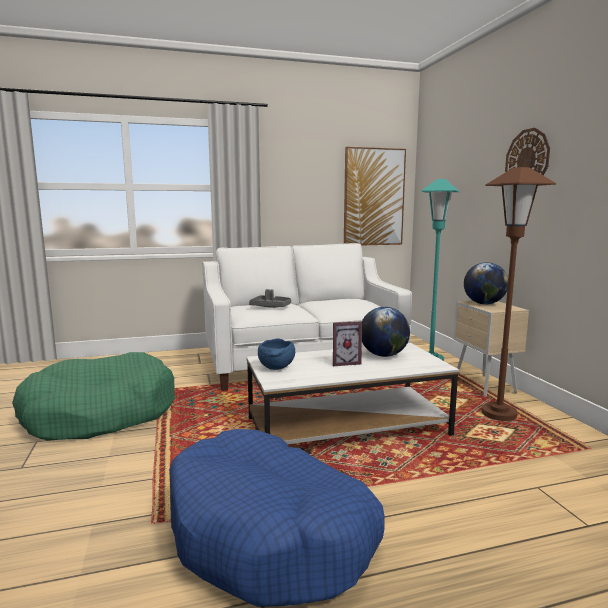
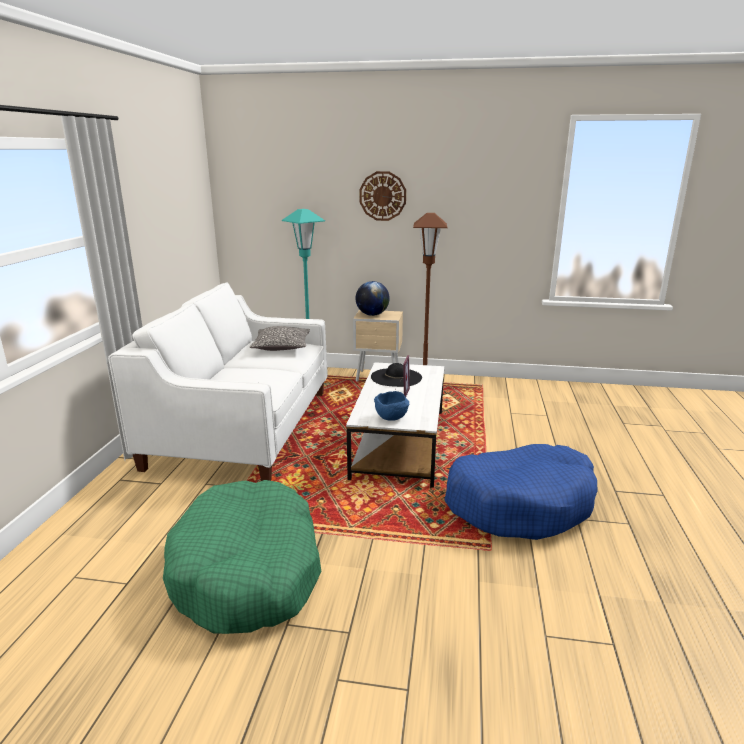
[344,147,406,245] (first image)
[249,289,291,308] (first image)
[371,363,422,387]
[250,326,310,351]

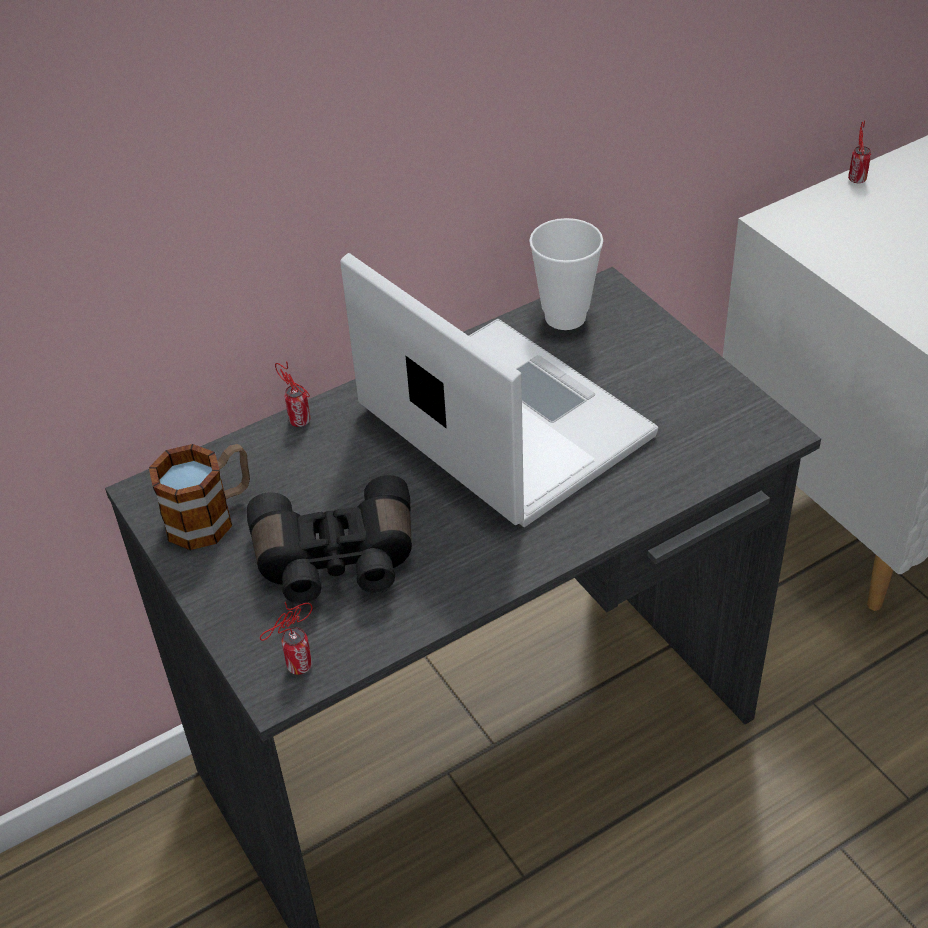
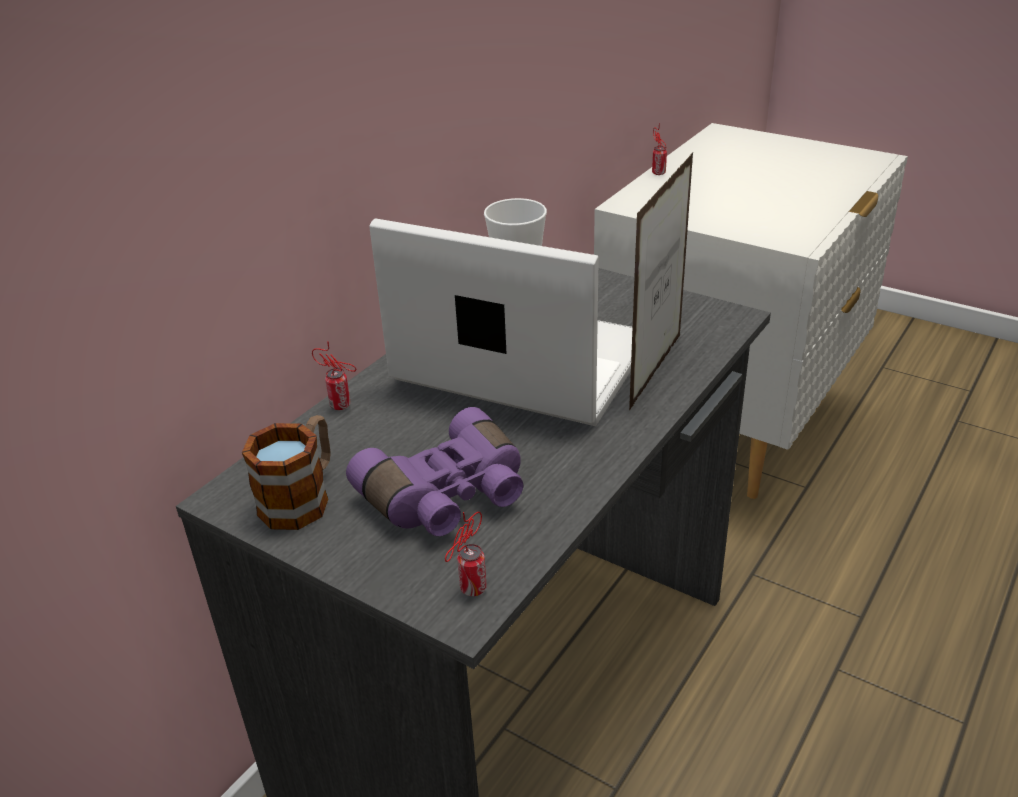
[346,407,523,536]
[629,153,693,411]

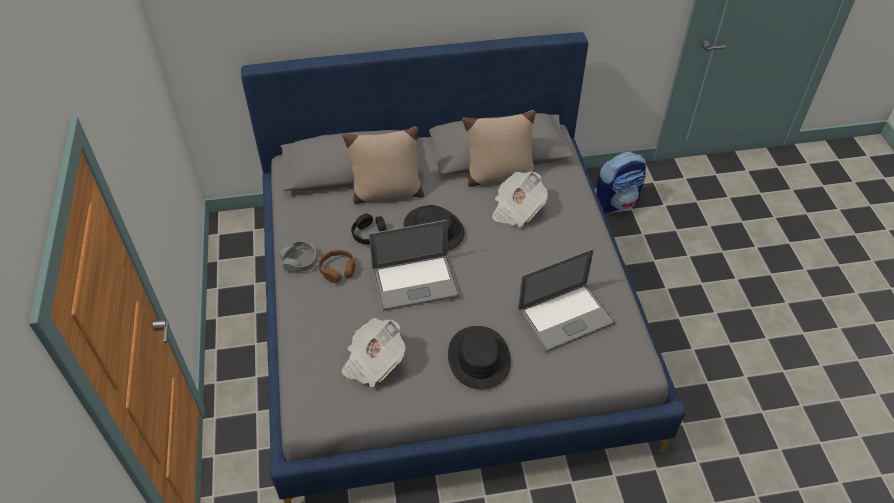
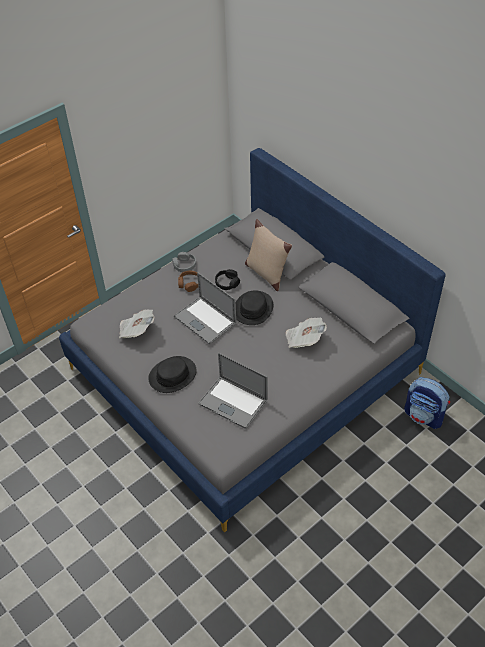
[462,110,535,187] (first image)

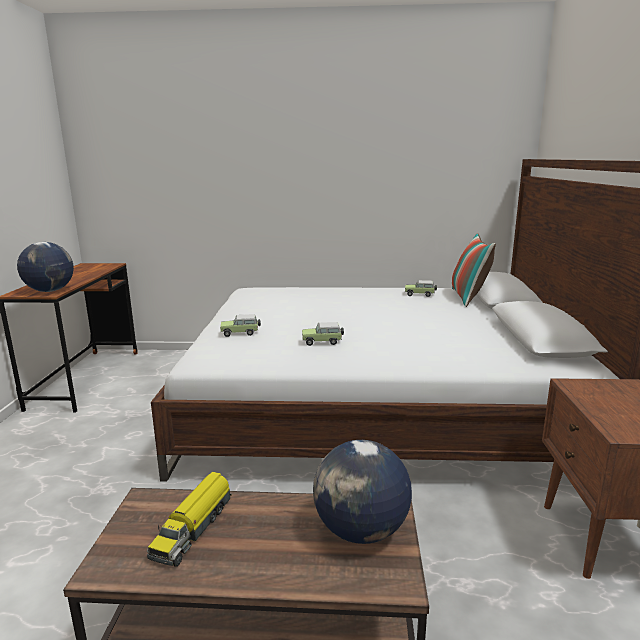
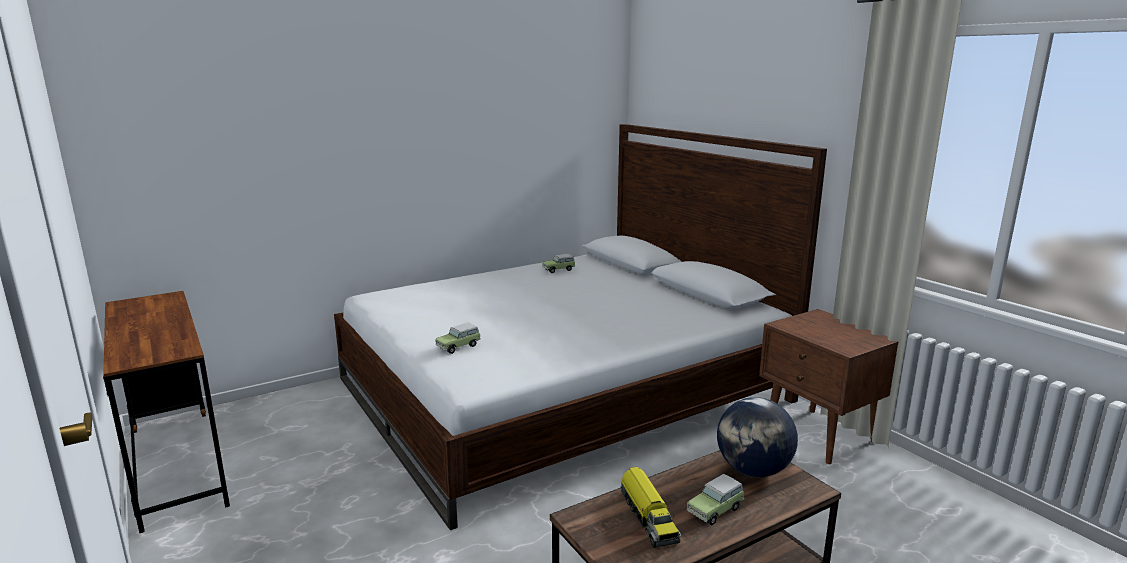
[452,233,496,307] (first image)
[17,242,74,292] (first image)
[687,474,745,526]

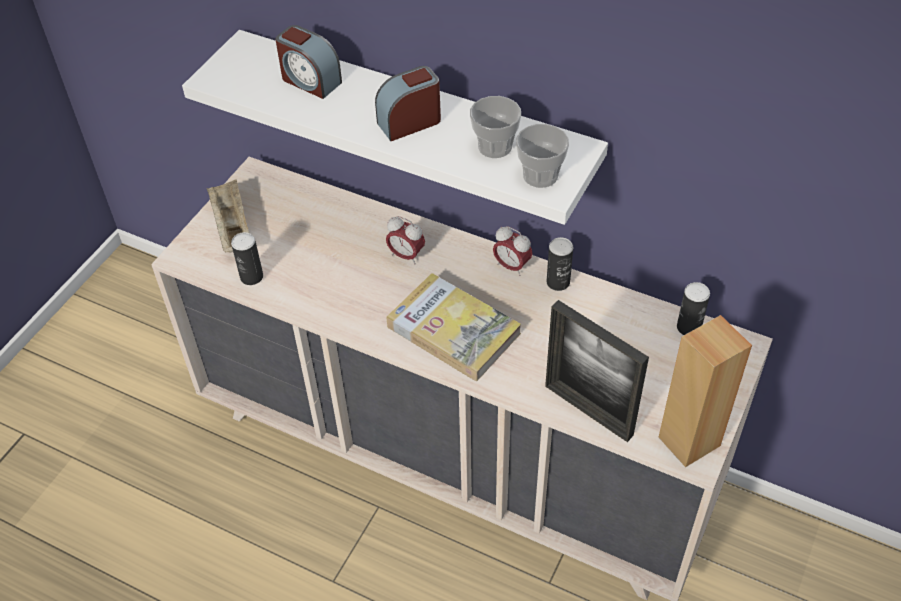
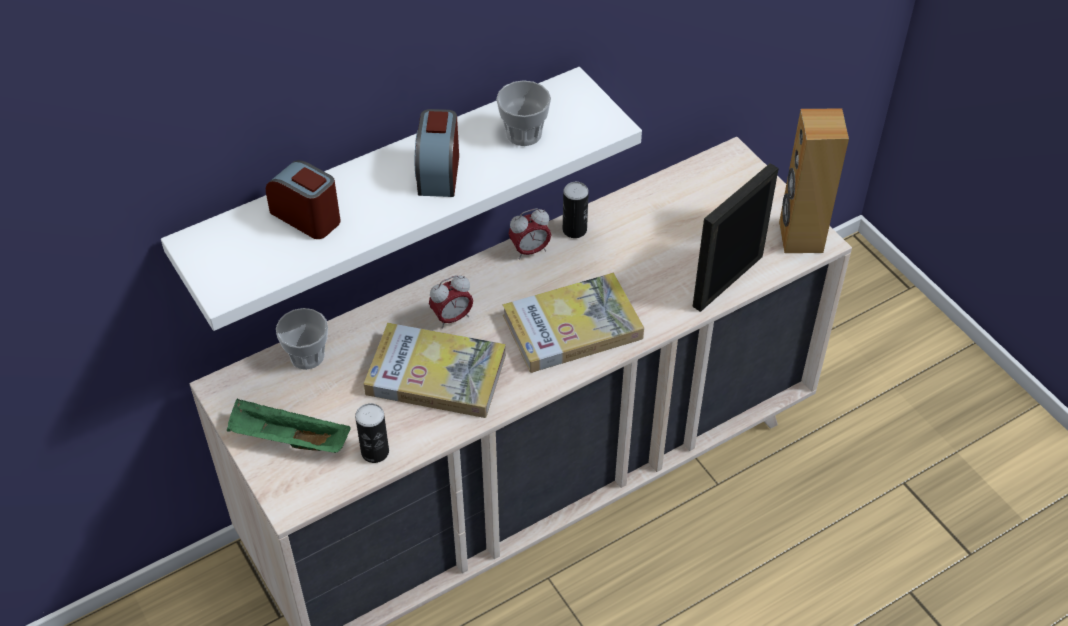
[266,160,341,239]
[276,308,328,370]
[227,399,351,453]
[677,282,710,335] (first image)
[692,163,779,312]
[364,323,506,418]

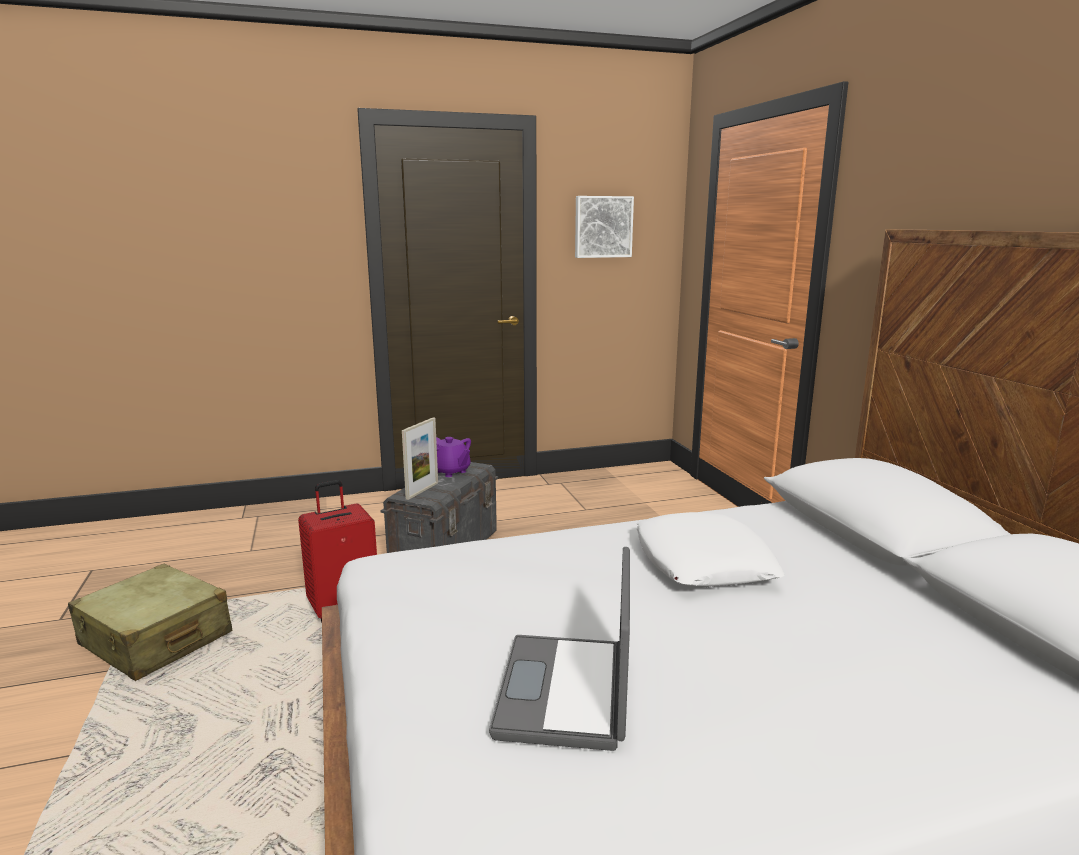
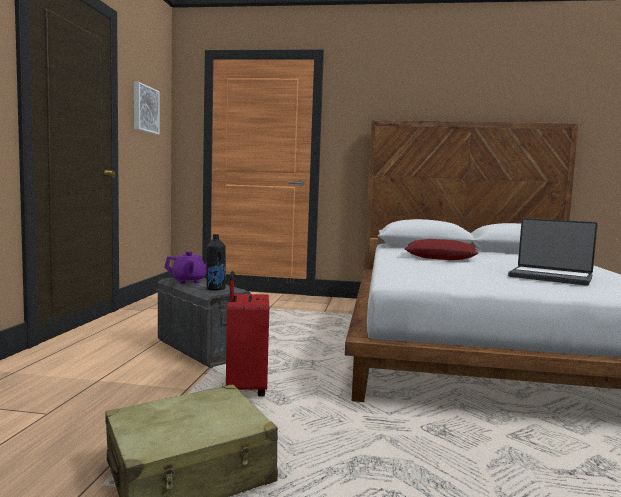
[206,234,226,291]
[405,239,478,260]

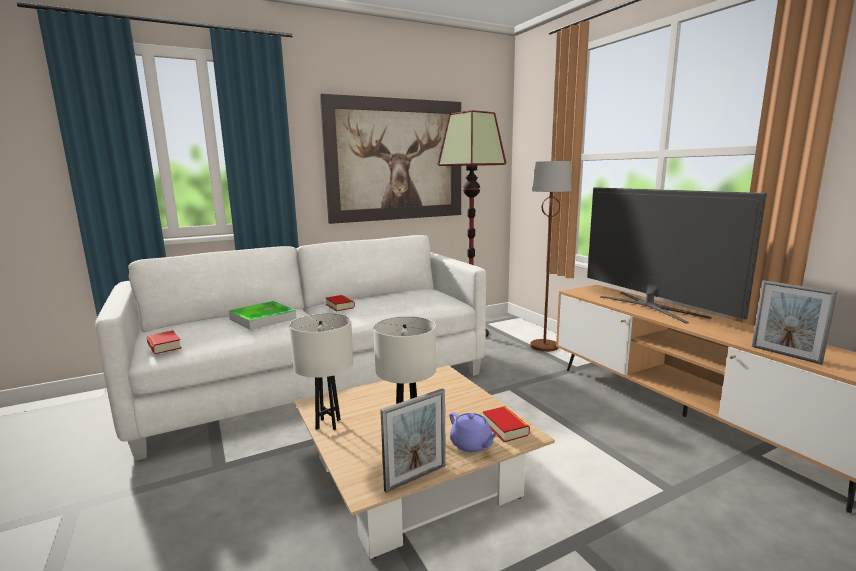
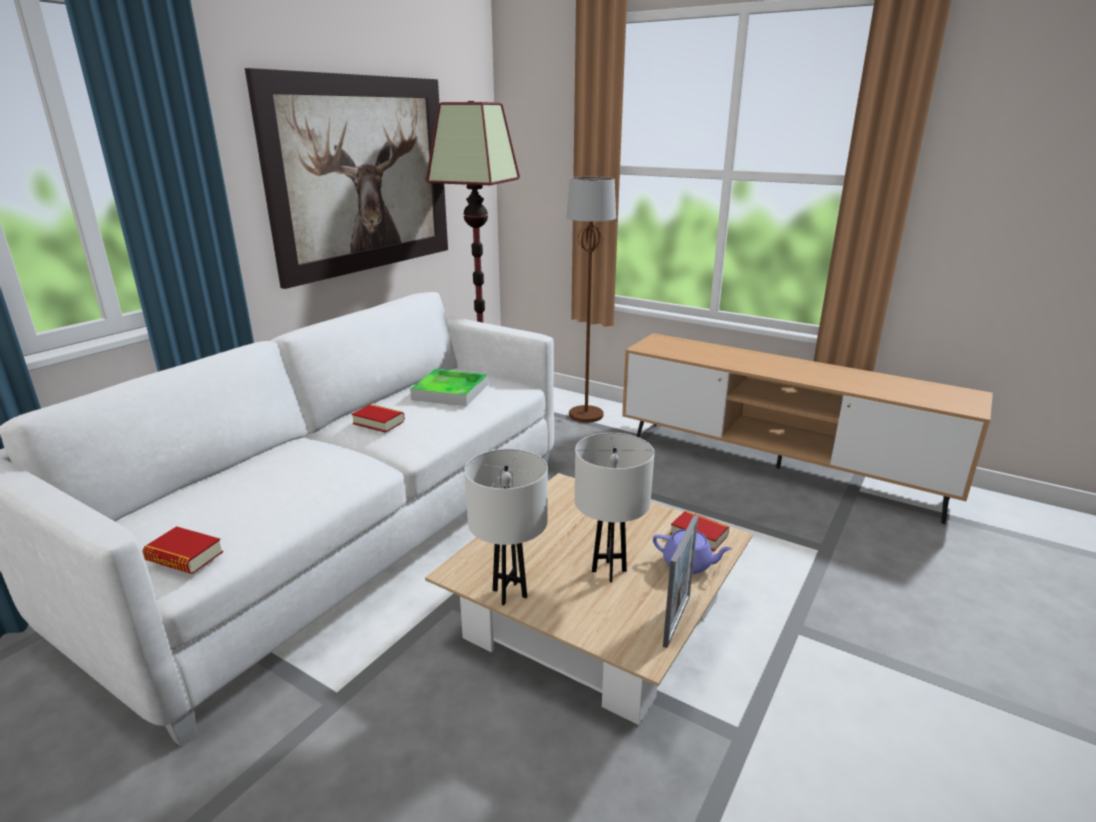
[587,187,767,324] (first image)
[752,280,837,365] (first image)
[410,369,488,406]

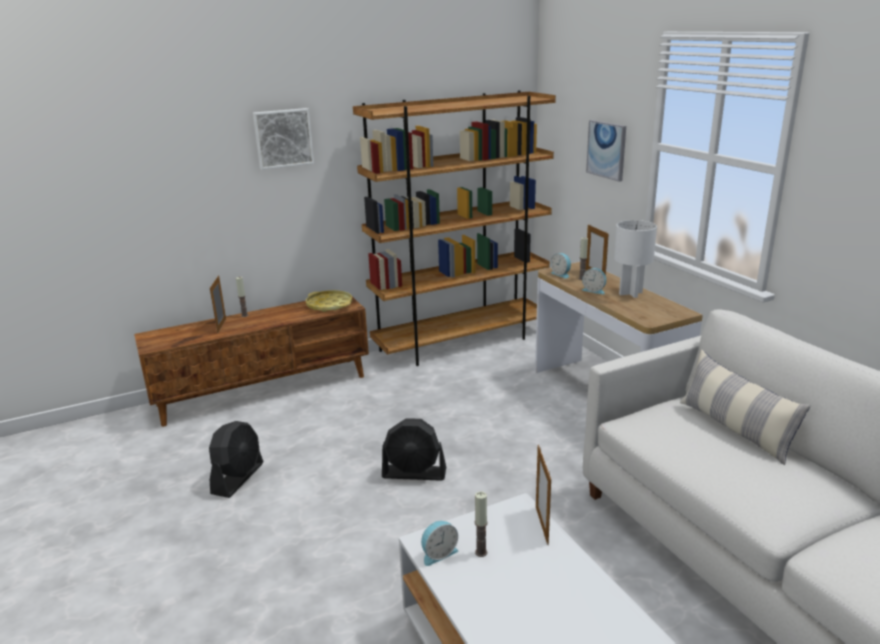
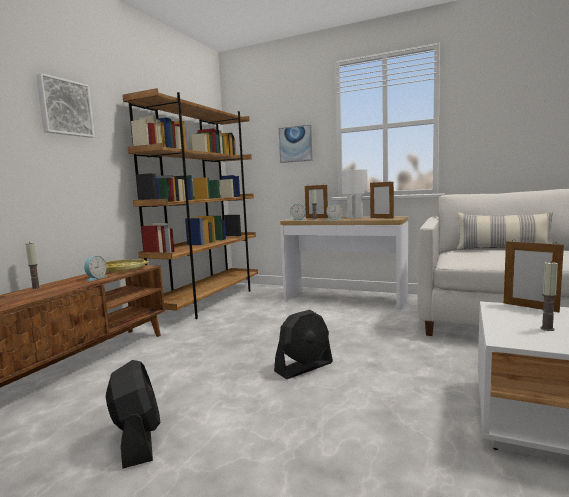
[370,182,394,219]
[84,256,107,281]

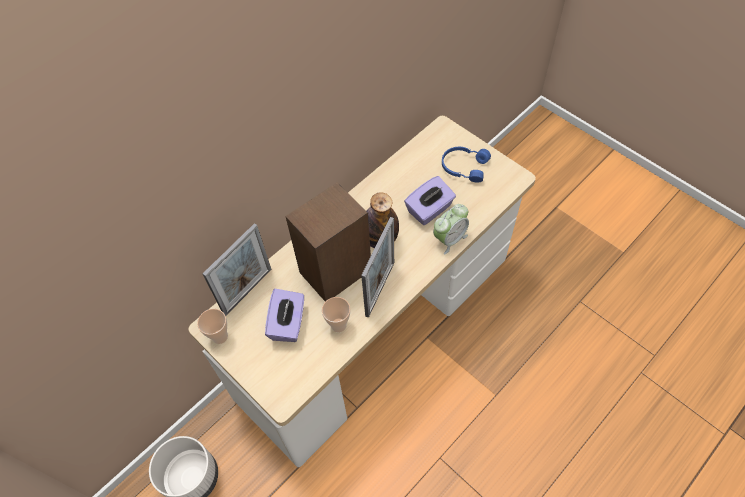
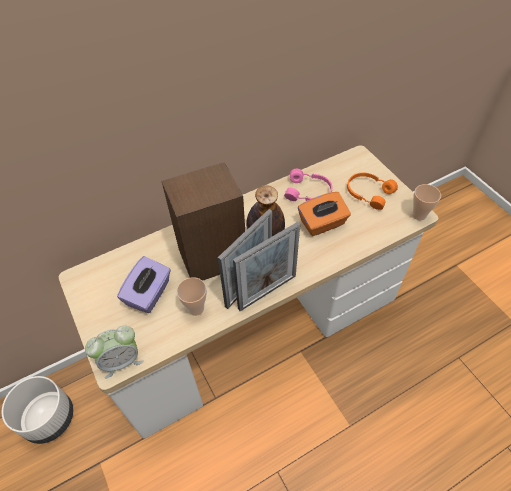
[347,173,398,210]
[298,192,351,236]
[85,326,144,378]
[233,222,300,311]
[412,184,441,220]
[284,168,332,201]

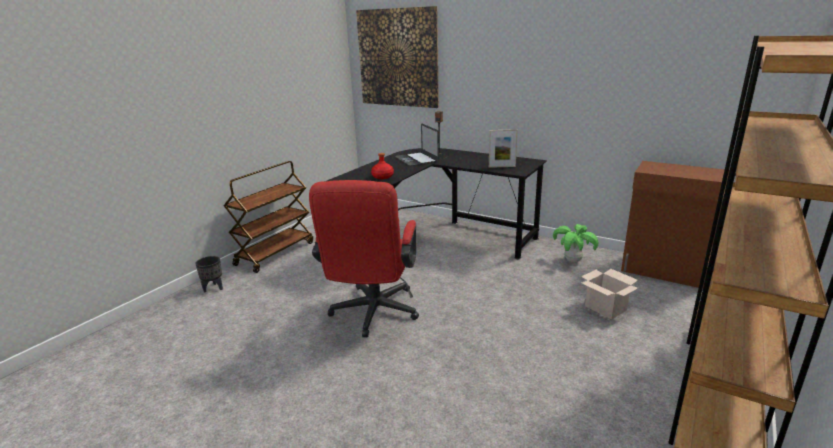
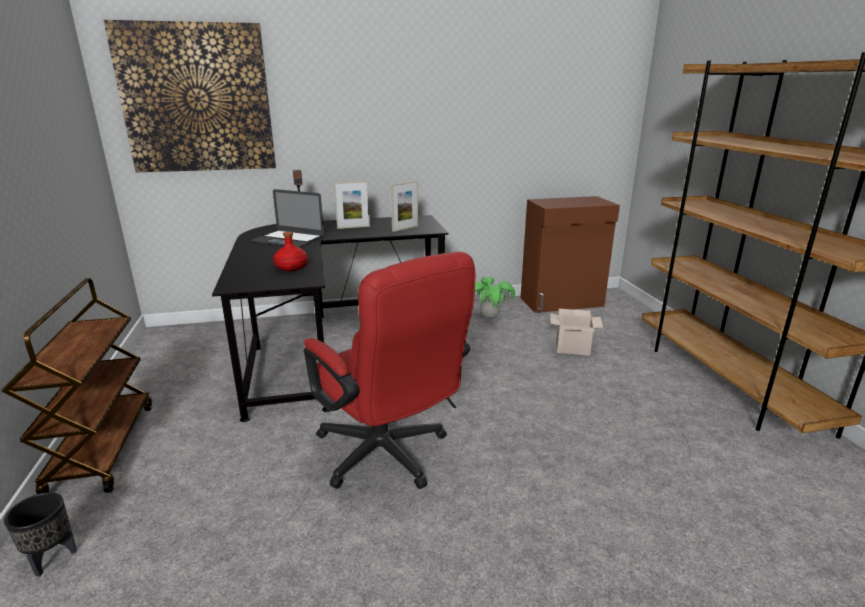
[334,181,370,229]

